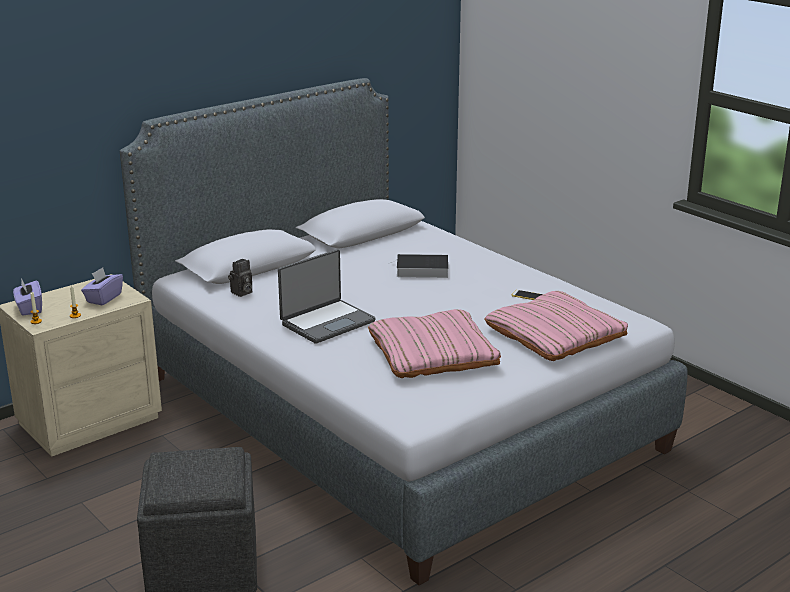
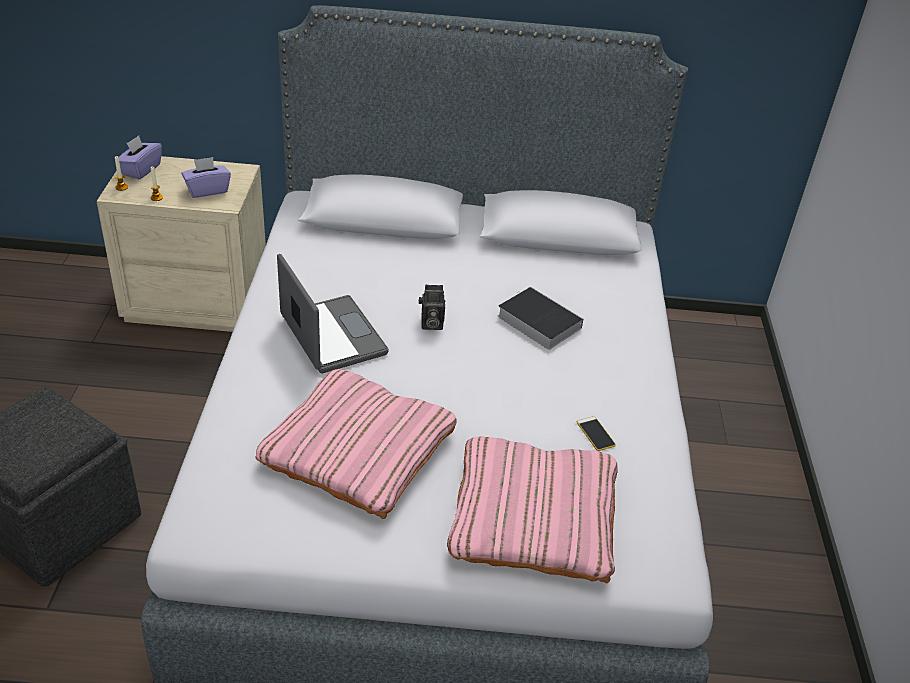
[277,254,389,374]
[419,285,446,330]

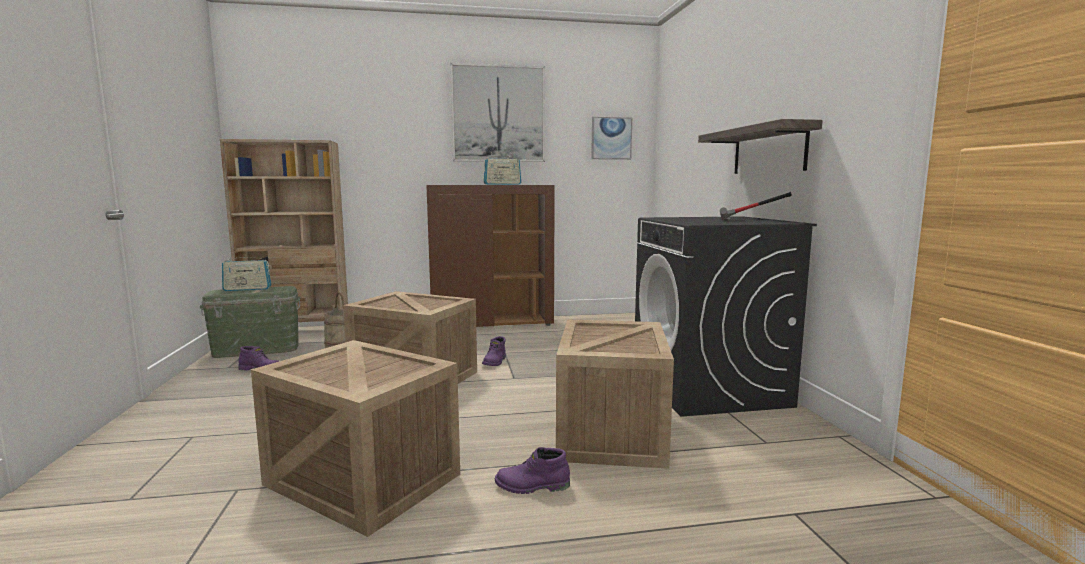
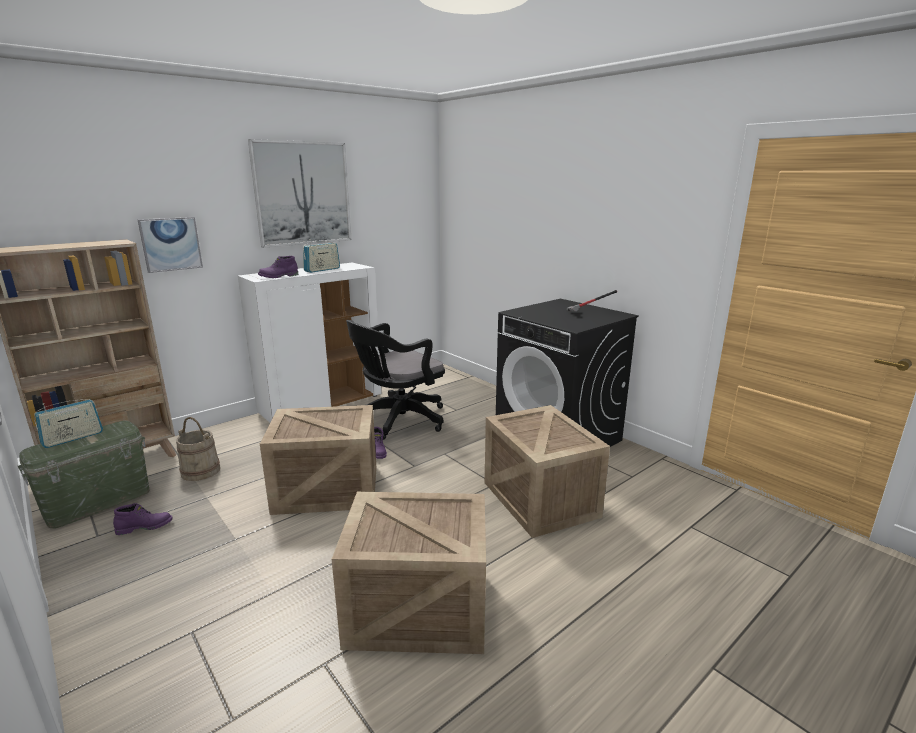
[138,217,203,273]
[698,119,823,174] (first image)
[238,263,381,423]
[258,256,298,278]
[346,320,445,440]

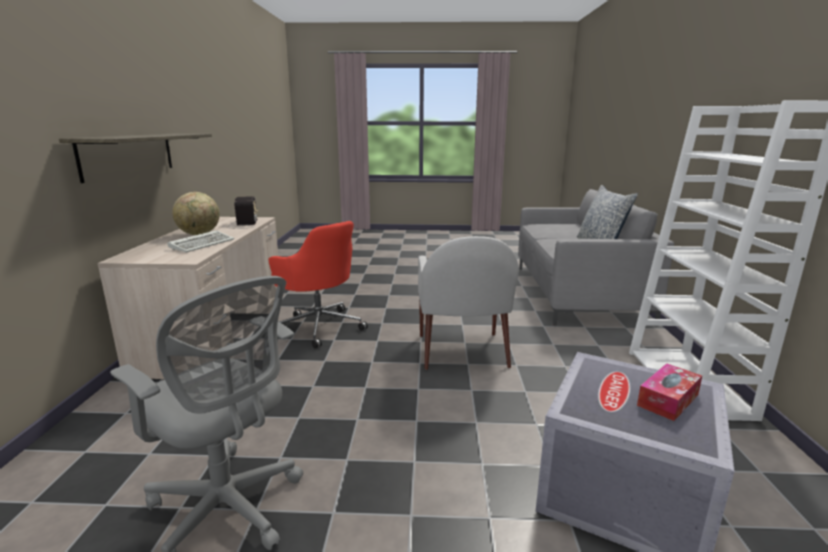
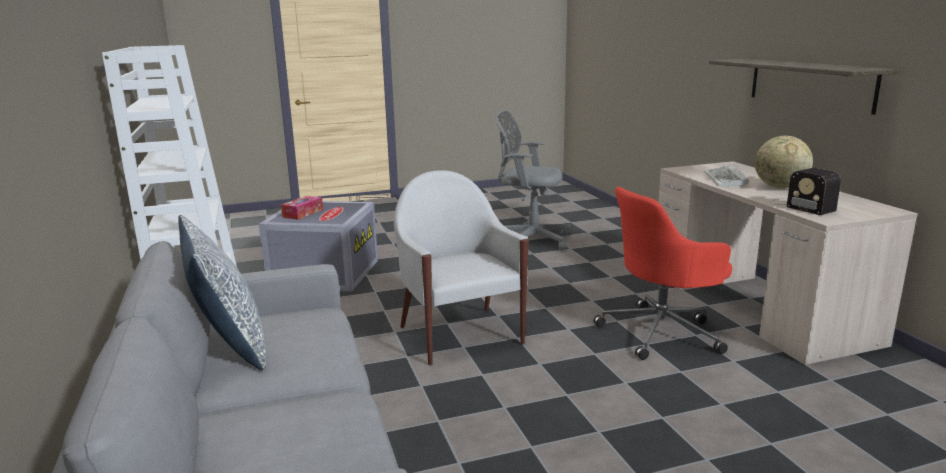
[593,187,732,360]

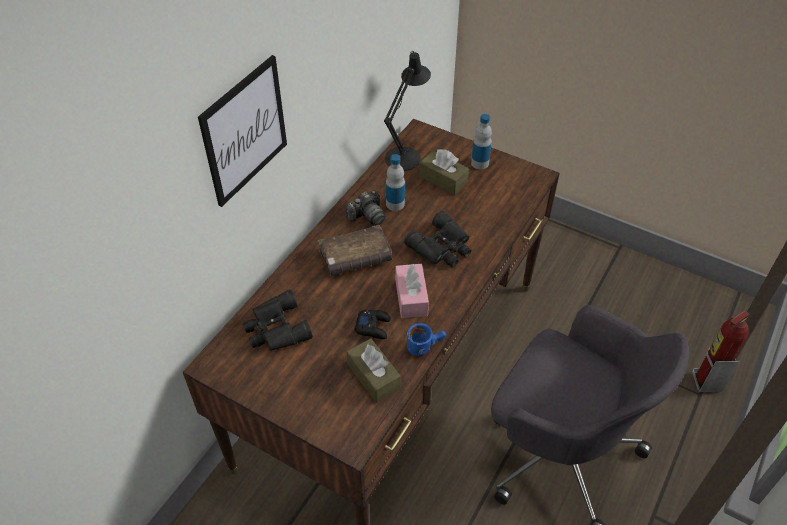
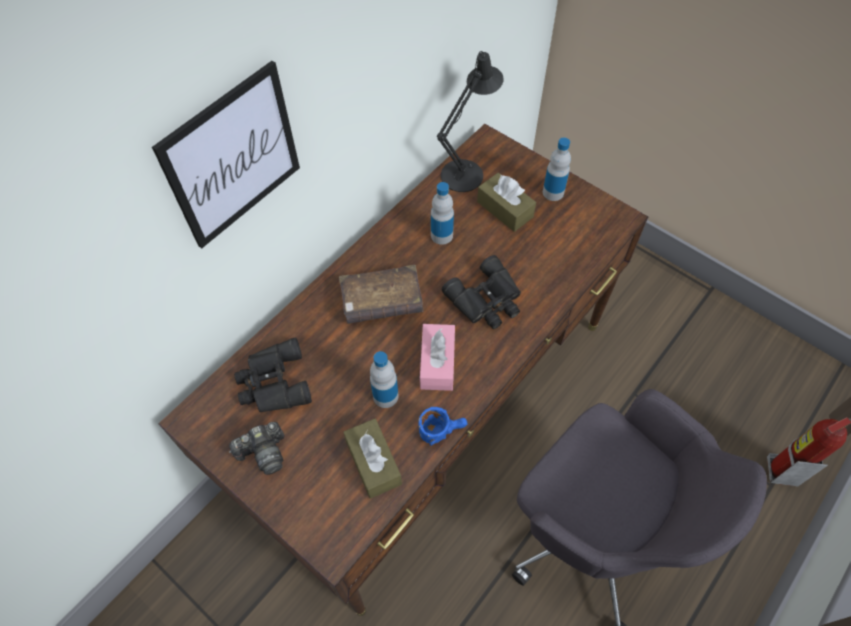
[229,422,284,475]
[370,351,399,408]

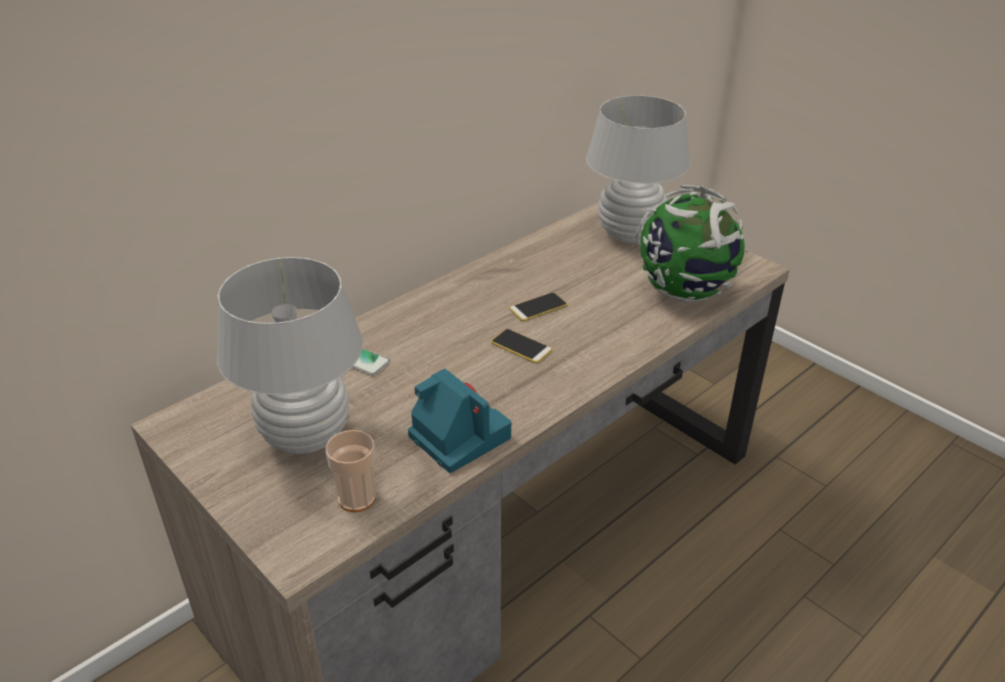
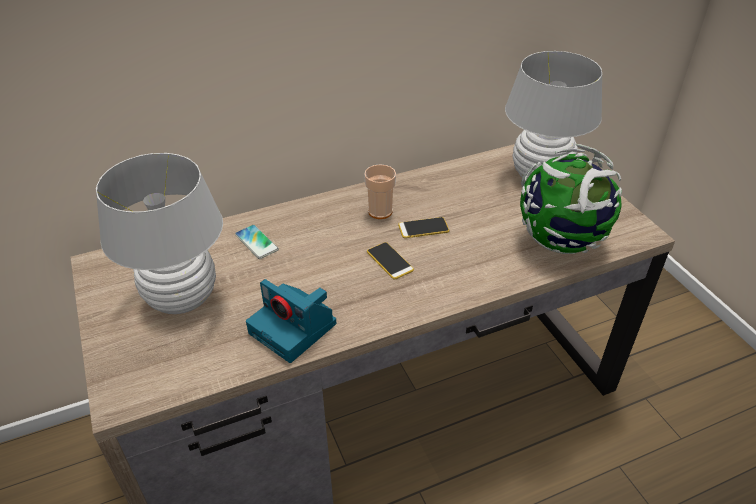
[246,279,336,363]
[364,164,396,219]

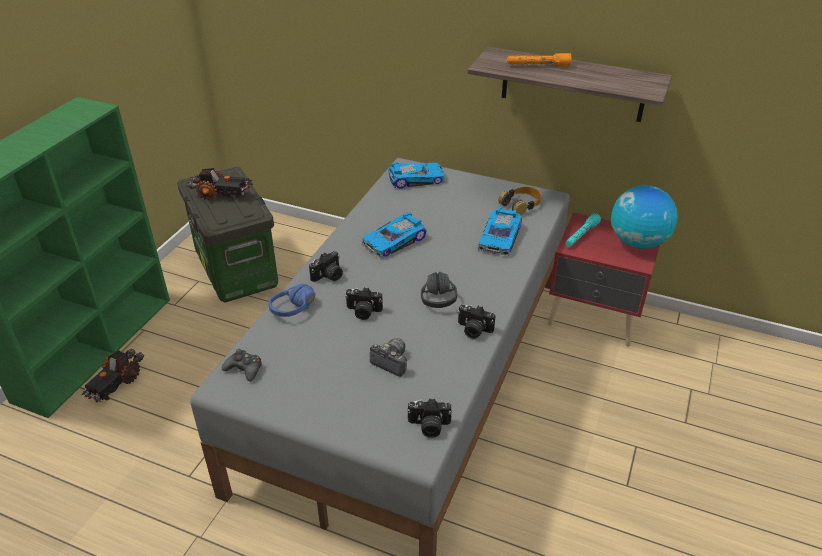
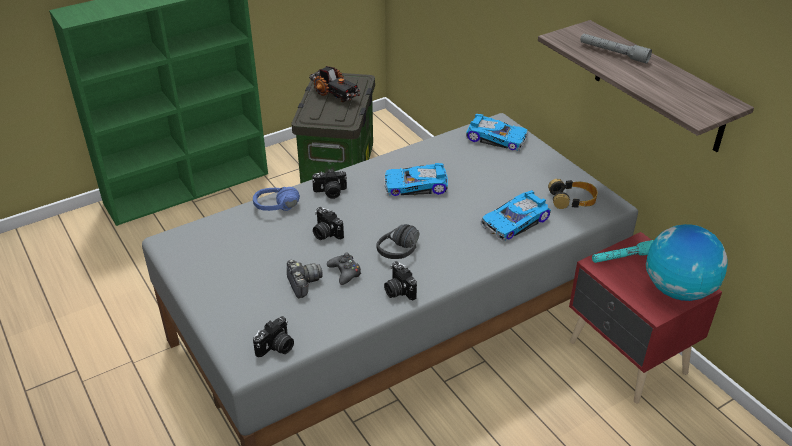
[580,34,652,64]
[81,349,144,402] (first image)
[327,252,361,285]
[253,316,294,358]

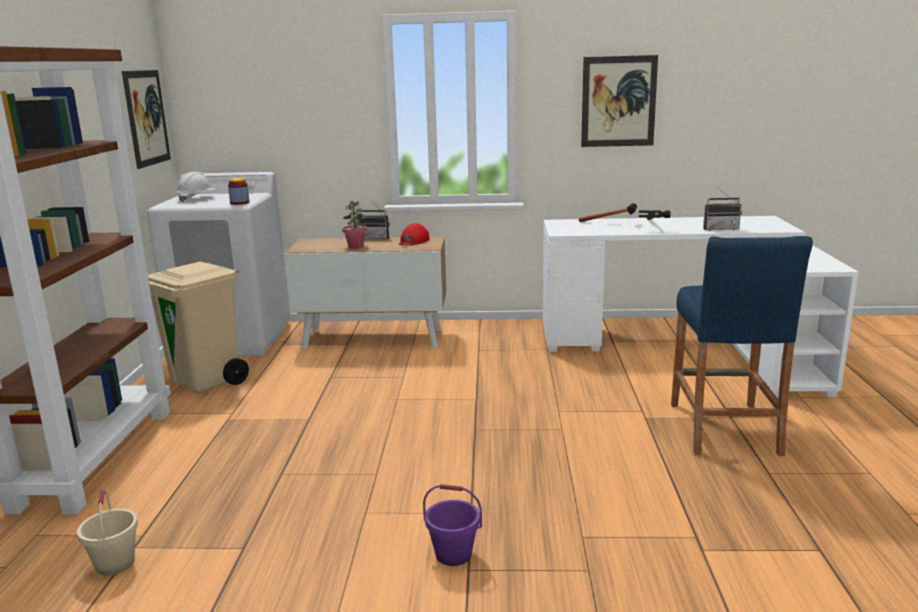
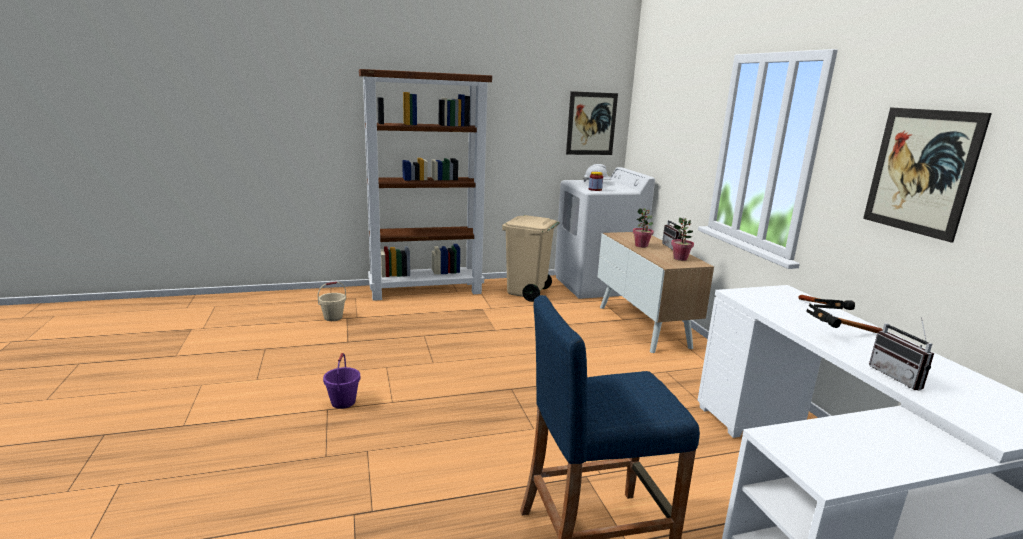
[671,218,694,261]

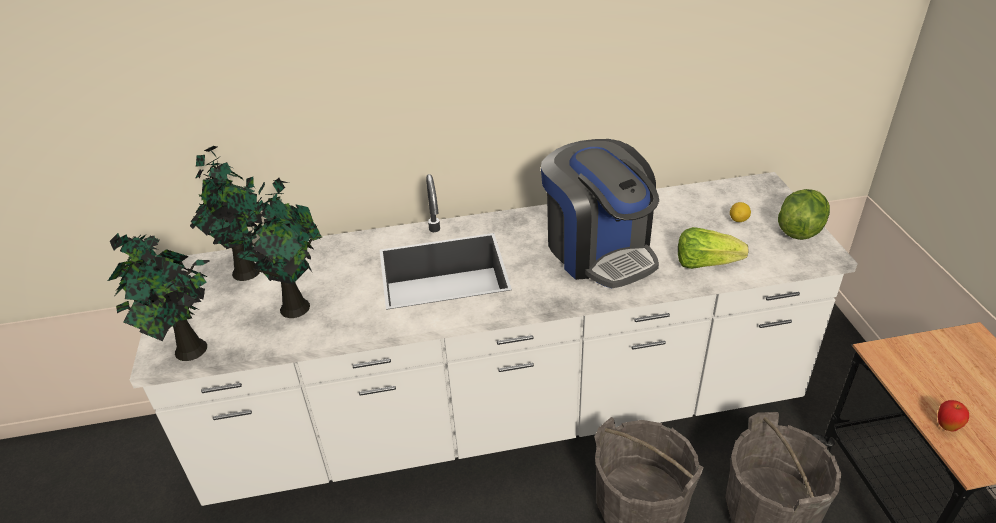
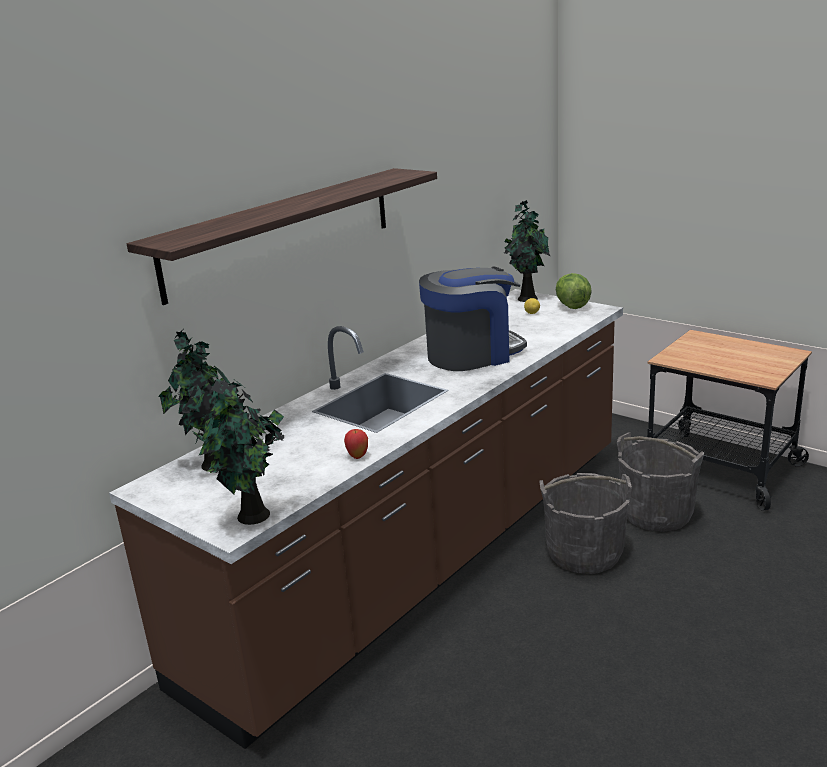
[419,267,527,371]
[109,289,623,749]
[504,200,551,302]
[678,227,749,269] (first image)
[344,429,368,459]
[127,168,437,305]

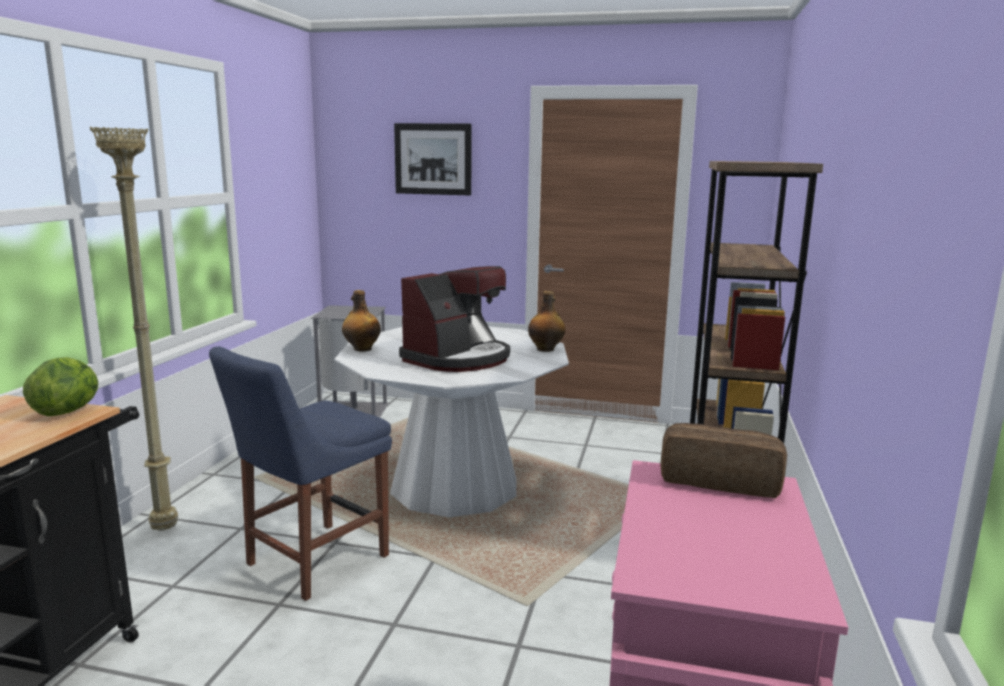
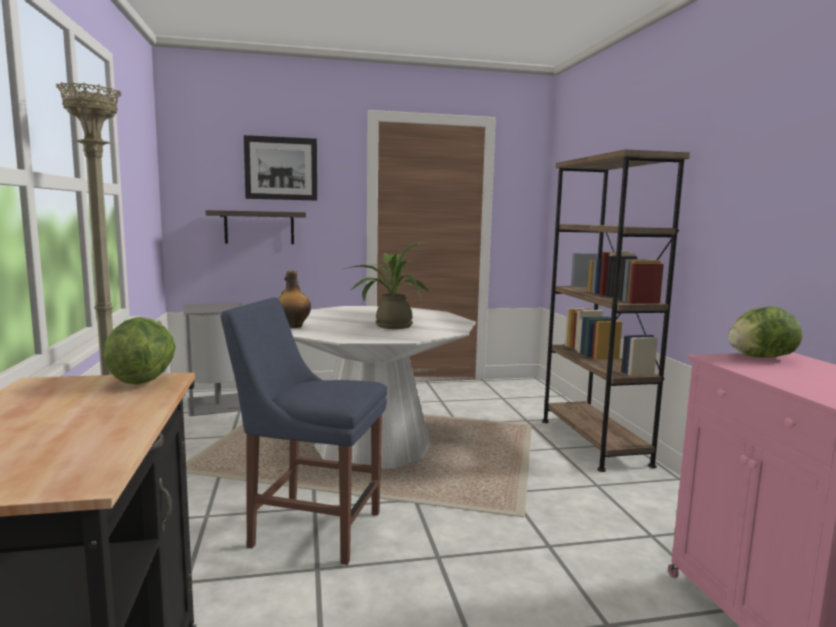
[344,242,430,329]
[528,291,565,352] (first image)
[221,297,387,565]
[728,306,802,358]
[206,210,306,244]

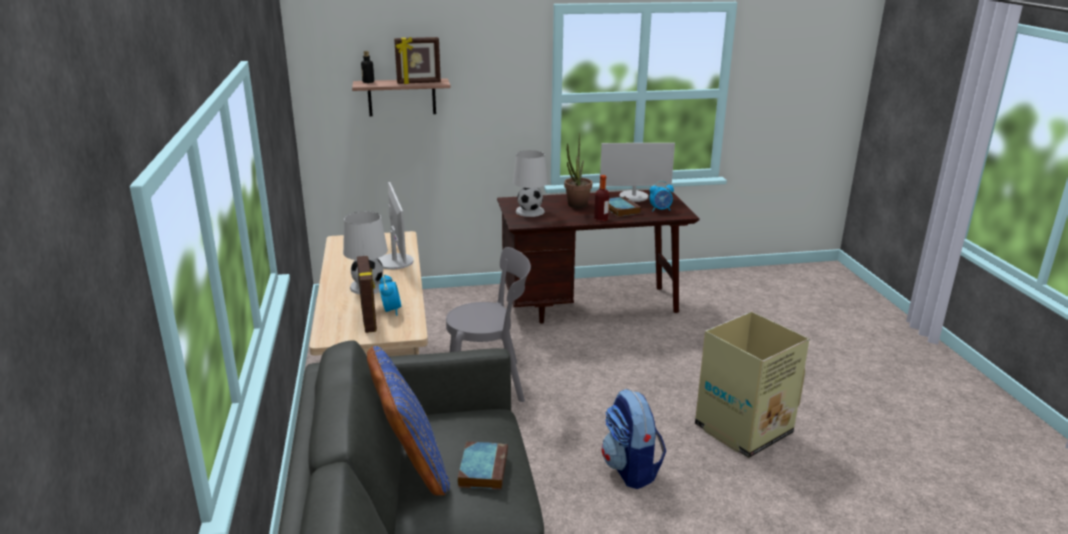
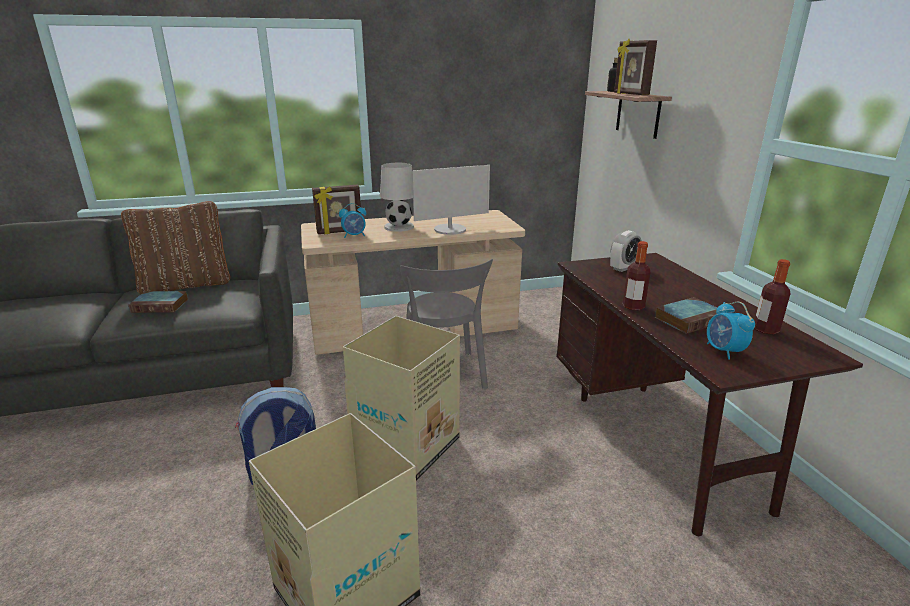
[564,133,592,208] (first image)
[755,259,790,335]
[610,230,642,272]
[121,201,230,295]
[343,316,460,481]

